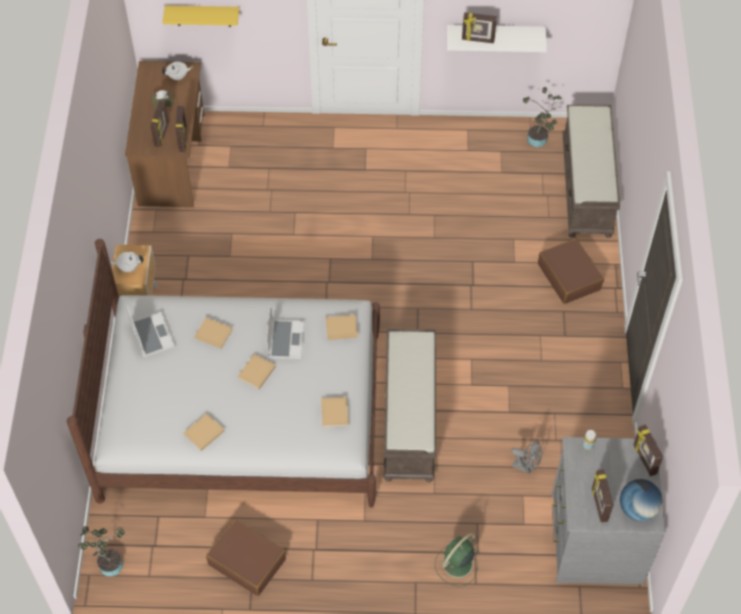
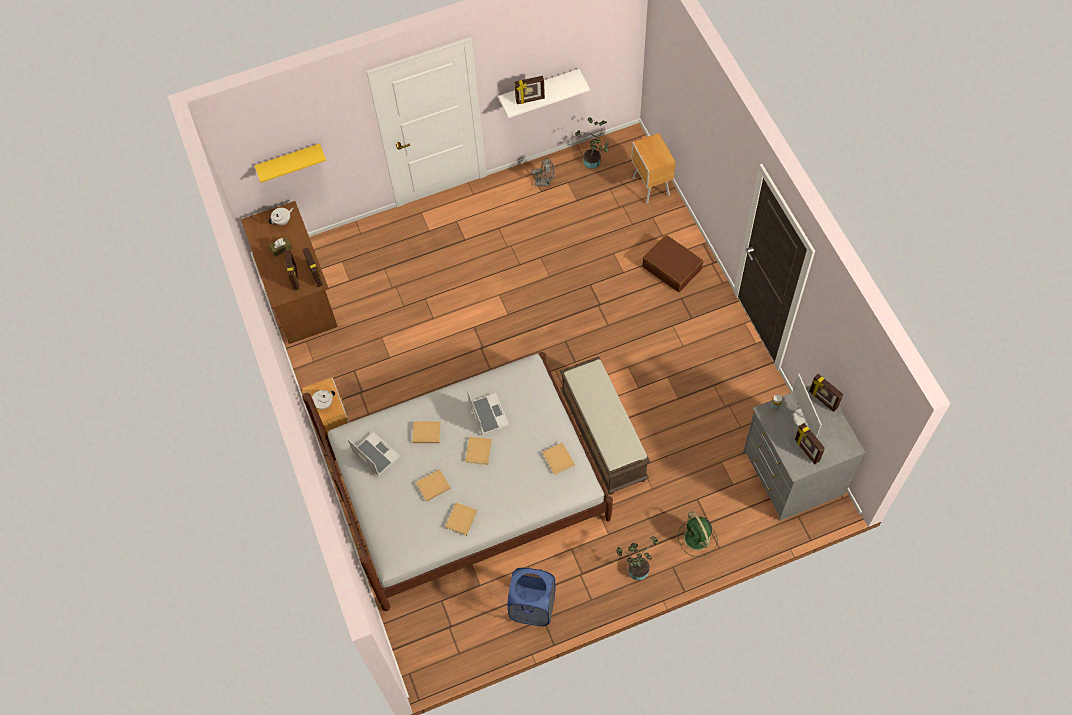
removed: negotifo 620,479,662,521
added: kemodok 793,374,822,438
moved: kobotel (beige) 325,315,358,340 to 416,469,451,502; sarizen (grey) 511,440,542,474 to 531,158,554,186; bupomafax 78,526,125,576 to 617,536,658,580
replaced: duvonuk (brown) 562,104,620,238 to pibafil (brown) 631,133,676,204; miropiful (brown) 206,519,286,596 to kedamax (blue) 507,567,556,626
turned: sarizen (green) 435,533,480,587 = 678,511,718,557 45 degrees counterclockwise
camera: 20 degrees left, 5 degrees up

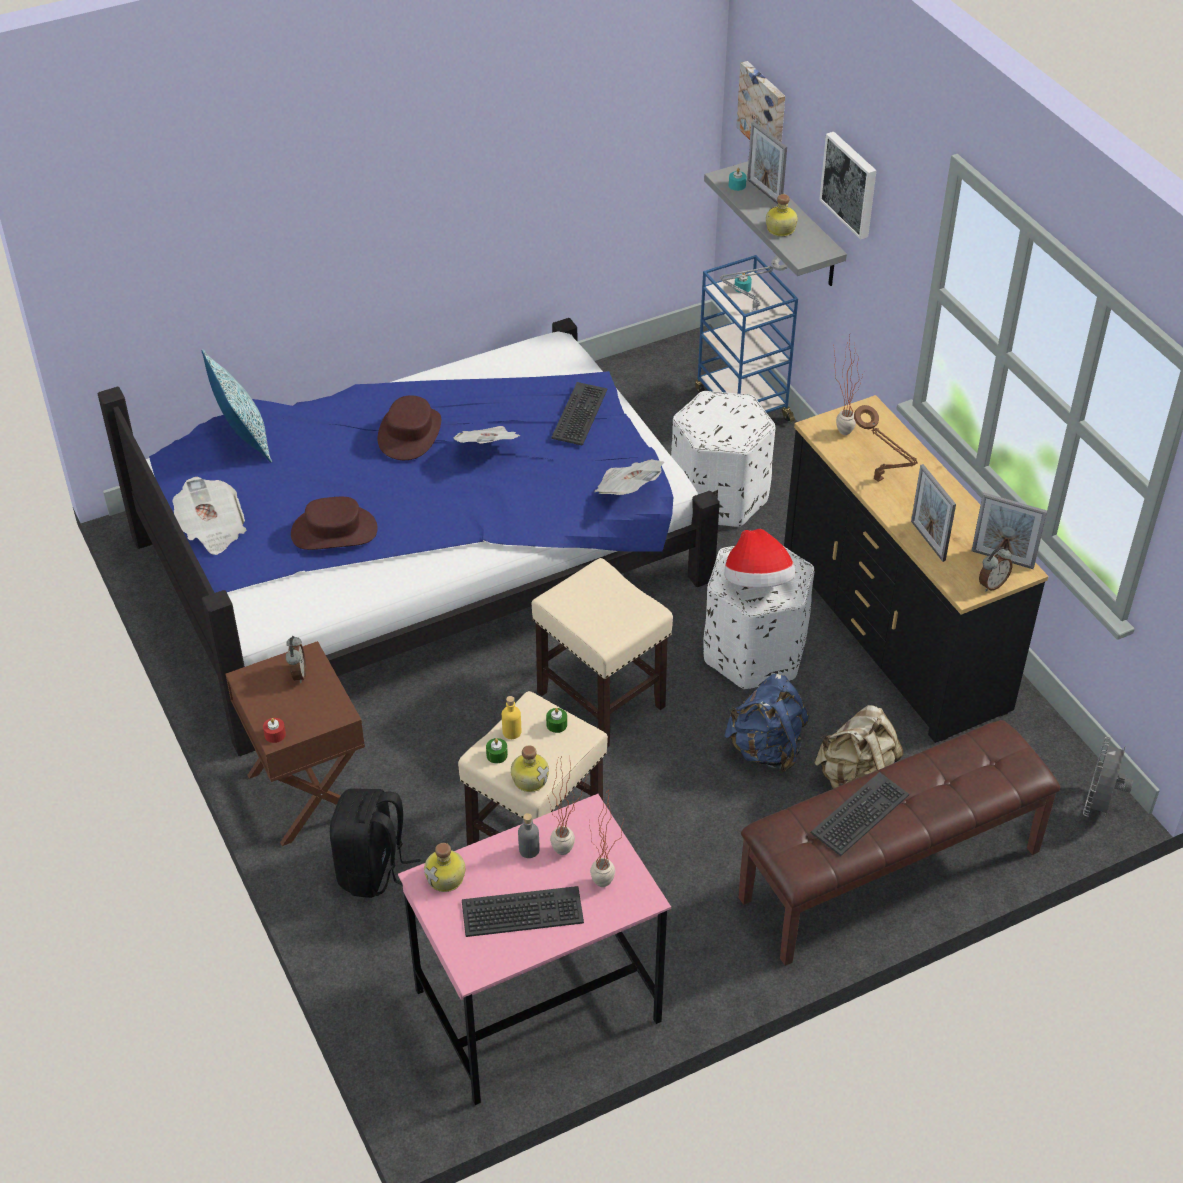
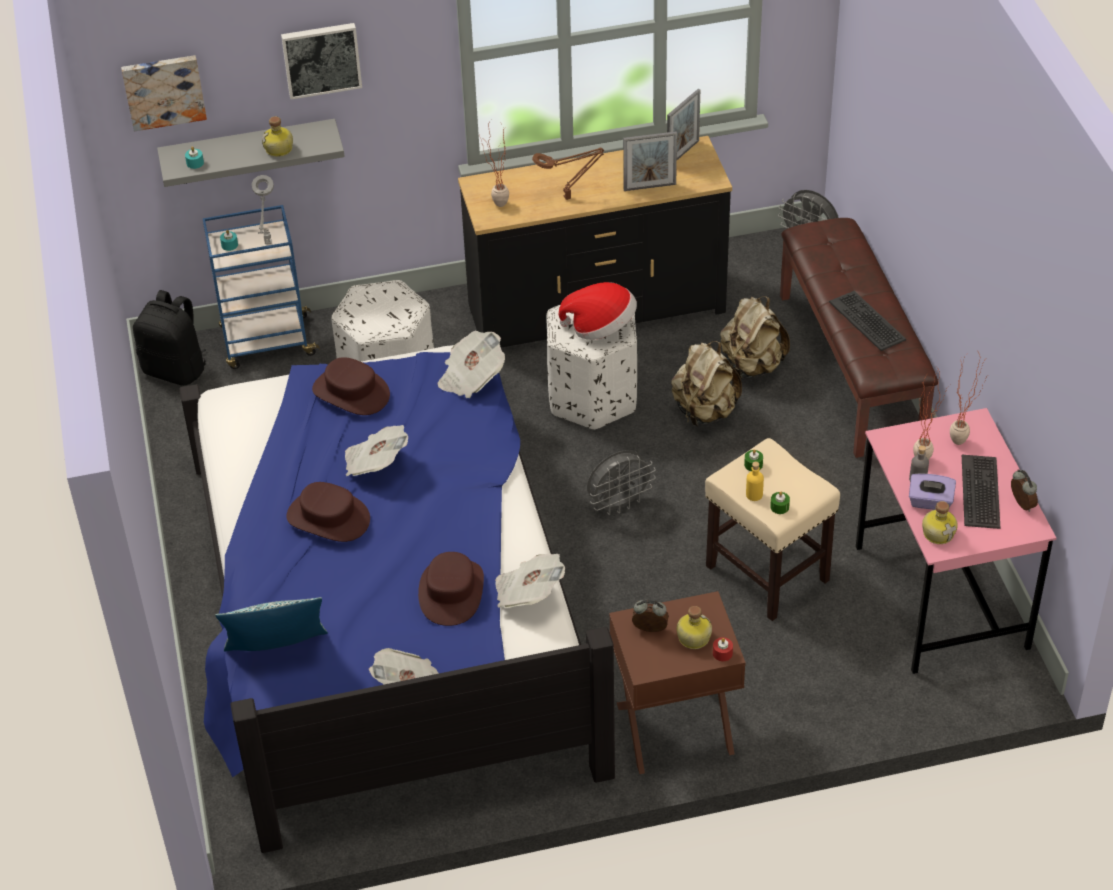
removed: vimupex 747,121,787,204
added: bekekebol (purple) 909,473,956,510; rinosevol 495,554,565,608
moved: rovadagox 979,547,1012,591 to 1011,469,1038,512; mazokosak 511,745,549,792 to 677,606,712,649; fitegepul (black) 330,788,420,898 to 133,290,206,386
replaced: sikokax 551,382,607,446 to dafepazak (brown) 312,357,390,415; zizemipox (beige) 532,558,673,747 to sarizen (grey) 587,450,656,515
recoloured: fitegepul (blue) 725,674,810,772 to fitegepul (beige) 671,341,742,426
camera: 75 degrees left, 0 degrees up

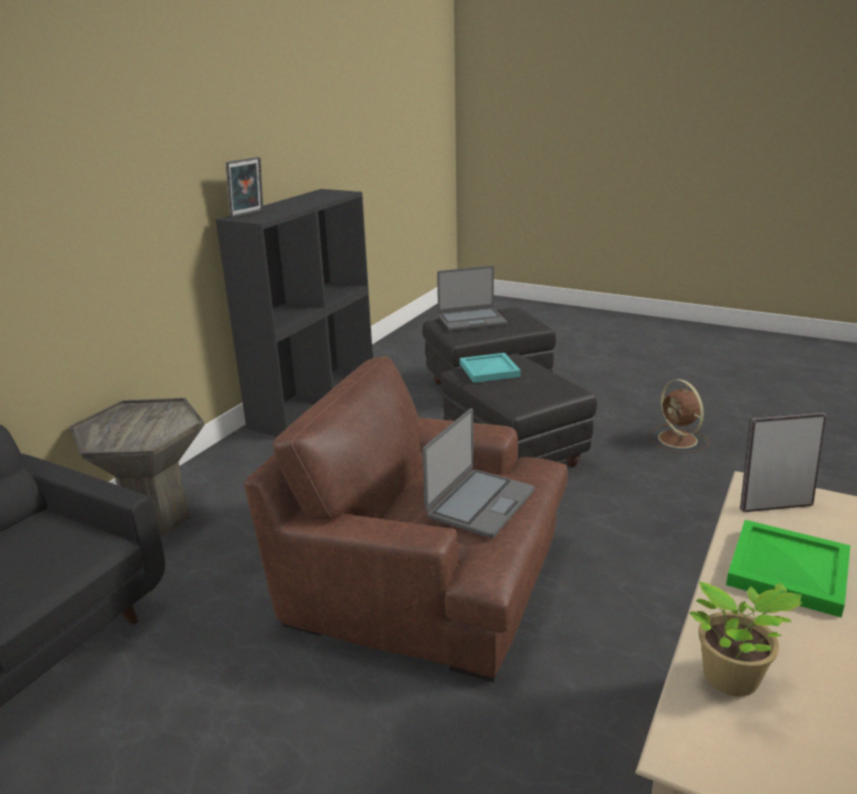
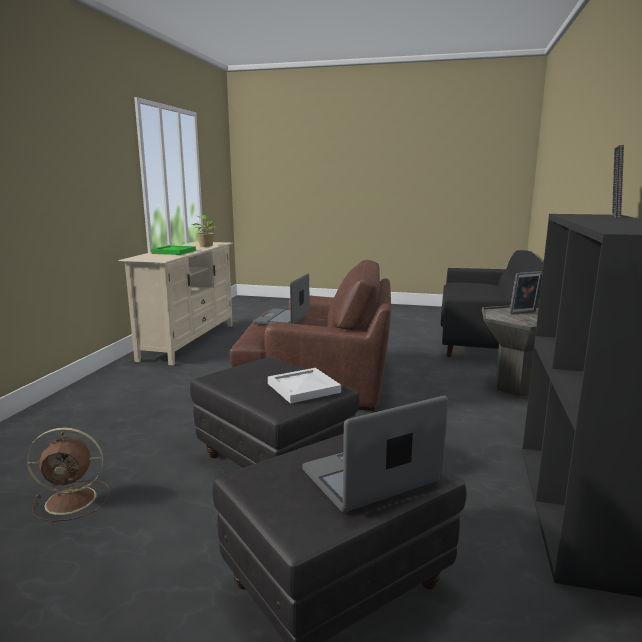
moved: vimupex 740,412,826,512 to 509,271,542,314
recoloured: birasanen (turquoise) 460,353,521,383 to birasanen (white) 268,368,341,404
turned: sarizen (brown) 649,379,710,453 = 26,427,110,521 120 degrees clockwise
camera: 165 degrees right, 10 degrees down

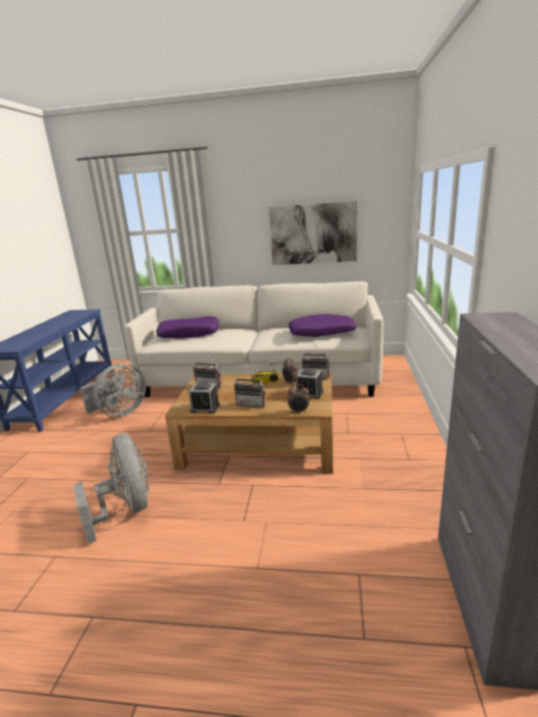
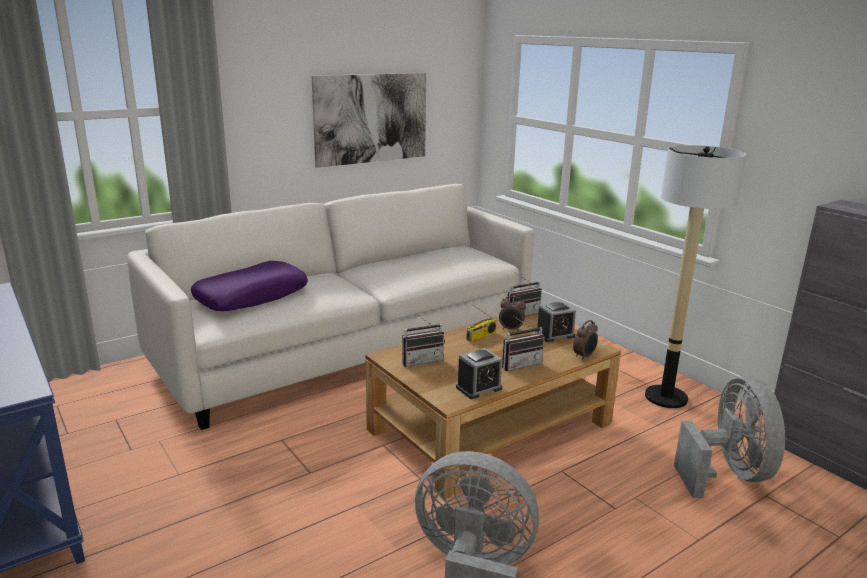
removed: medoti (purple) 289,314,356,337
added: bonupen 645,145,746,408
moved: sarizen (grey) 80,363,146,417 to 674,376,785,498
camera: 45 degrees left, 0 degrees up

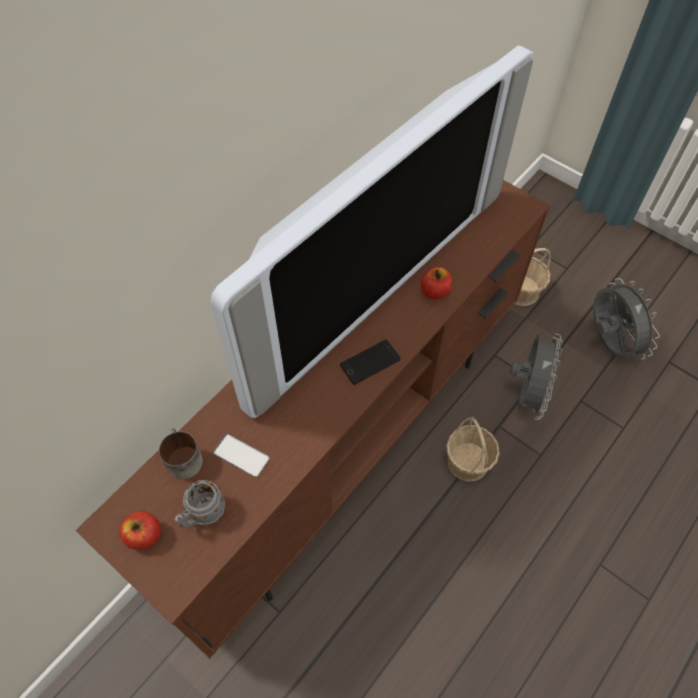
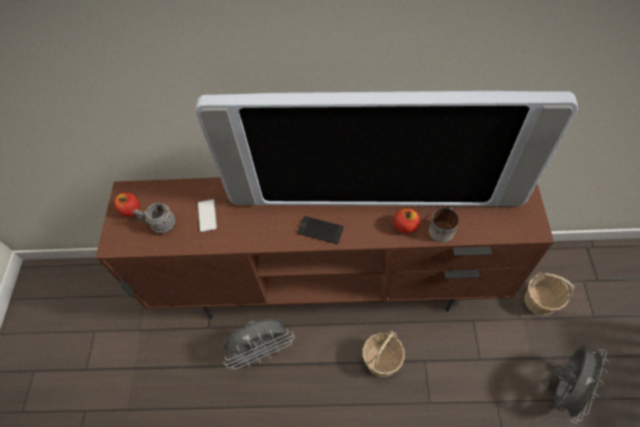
moved: sarizen (grey) 510,333,563,420 to 223,319,294,370; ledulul 159,428,203,479 to 429,207,459,243
camera: 55 degrees right, 0 degrees up

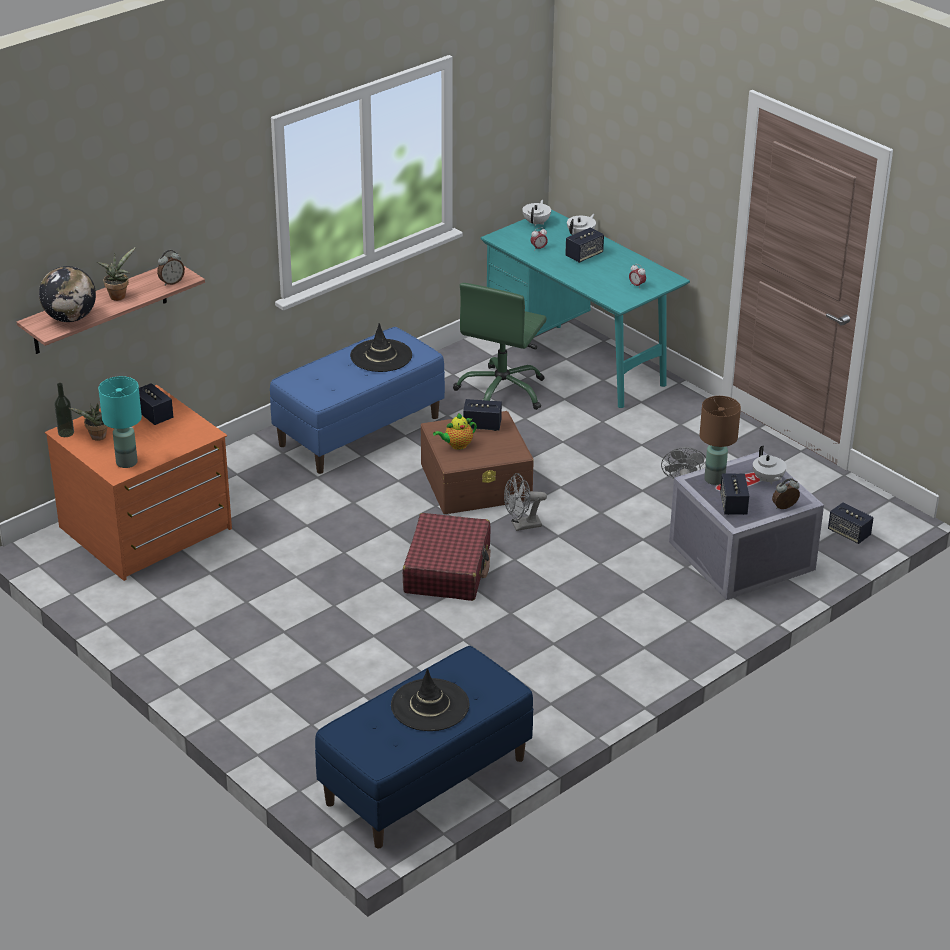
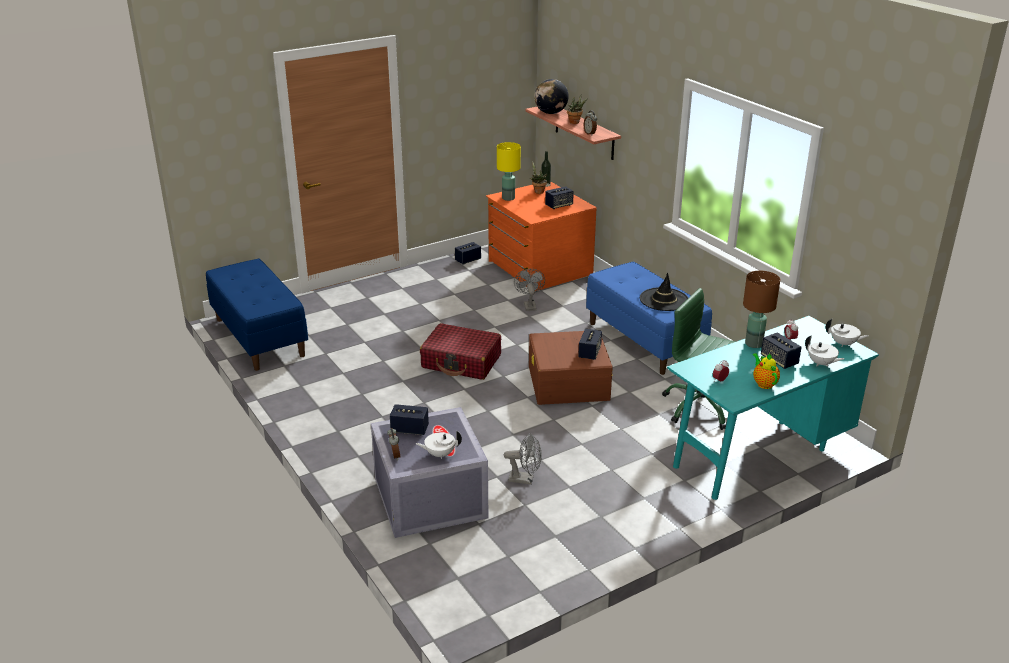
removed: dafepazak (black) 391,668,469,731
moved: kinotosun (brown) 700,396,741,485 to 743,271,780,348; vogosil 433,413,477,450 to 753,353,780,389; sarizen (grey) 504,473,547,531 to 514,269,545,311; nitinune 828,502,874,544 to 455,242,481,265
recoloured: kinotosun (turquoise) 99,376,142,468 to kinotosun (yellow) 497,142,521,201
camera: 100 degrees right, 5 degrees down

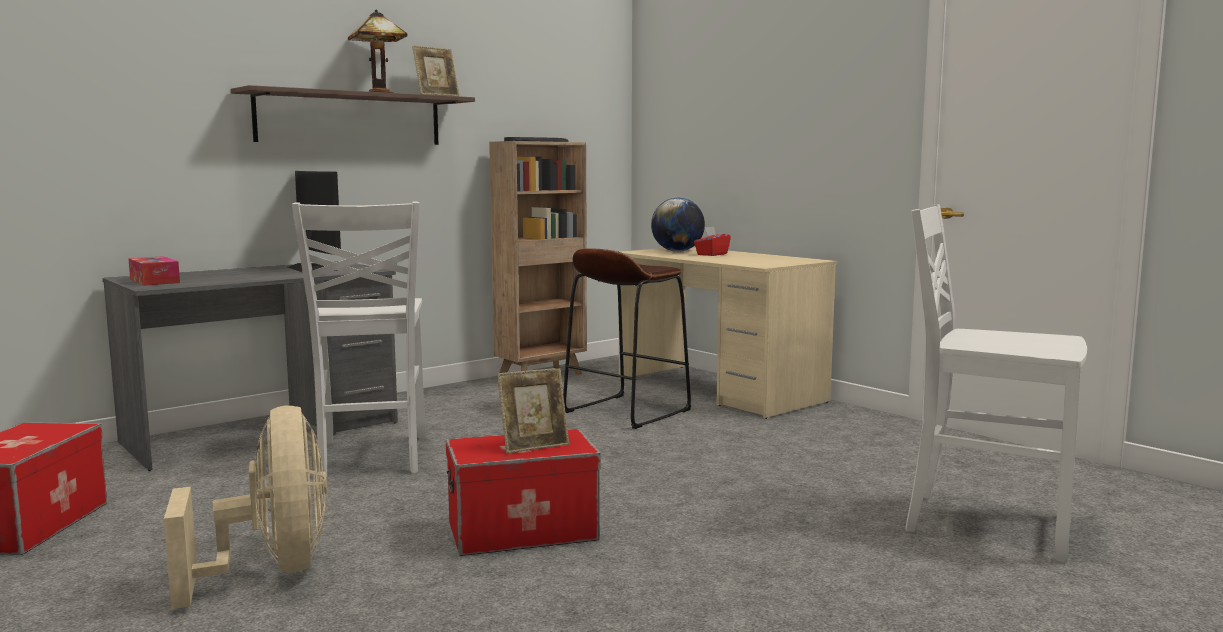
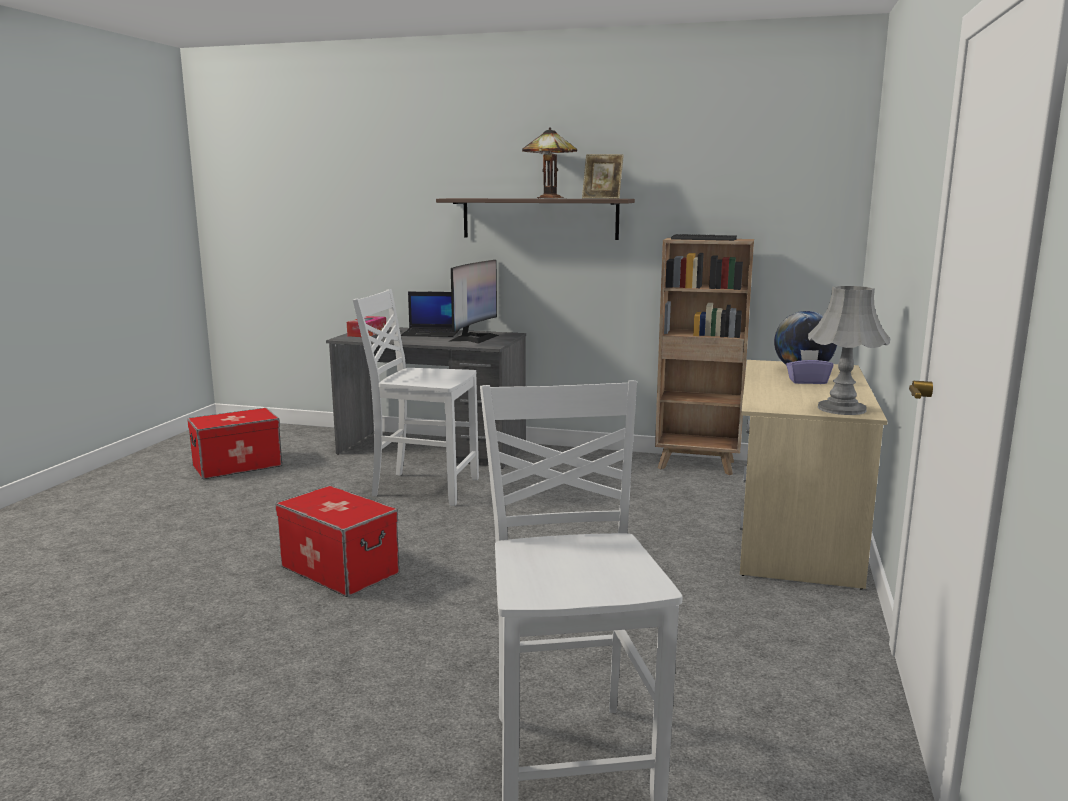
removed: zizemipox (brown) 563,248,691,429; vimupex 497,368,569,454; sarizen (beige) 164,406,327,609
added: kinotosun (grey) 808,286,890,415; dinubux 401,292,460,337
recoloured: bekekebol (red) 694,227,731,256 to bekekebol (purple) 786,350,833,384
turned: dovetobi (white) 292,202,426,478 = 353,289,479,506 60 degrees clockwise
camera: 55 degrees right, 5 degrees up

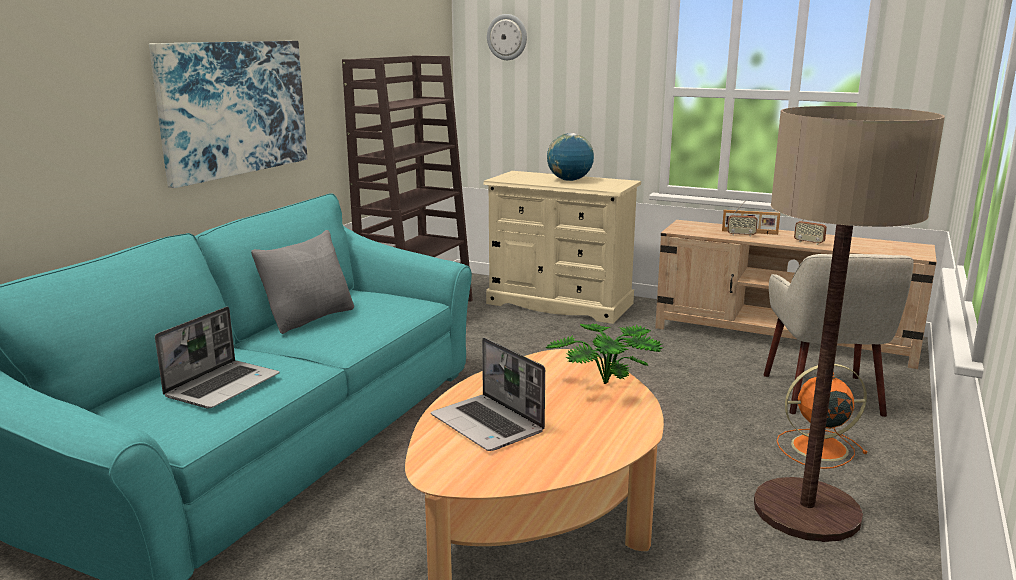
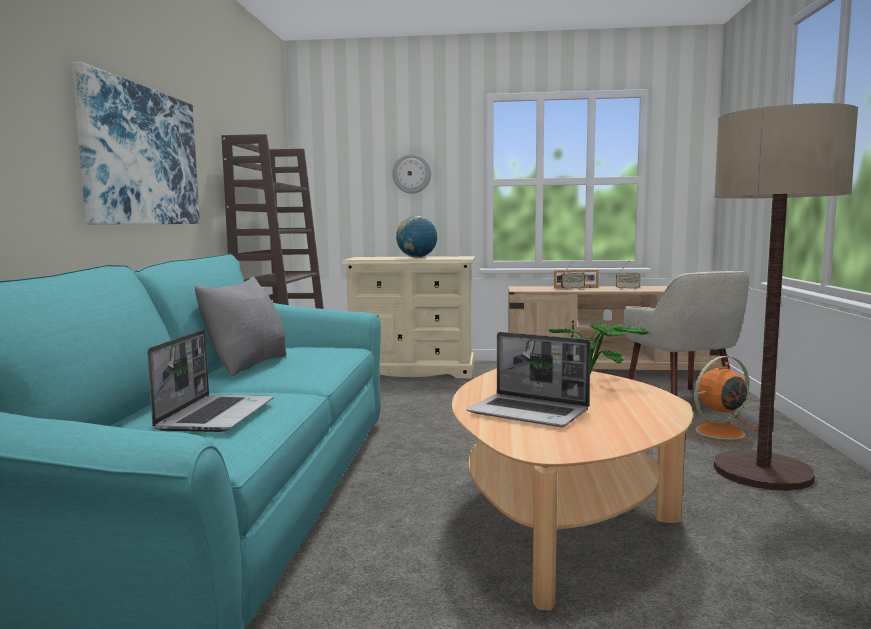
moved: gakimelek 487,14,527,60 to 392,154,431,194
camera: 20 degrees left, 10 degrees down

